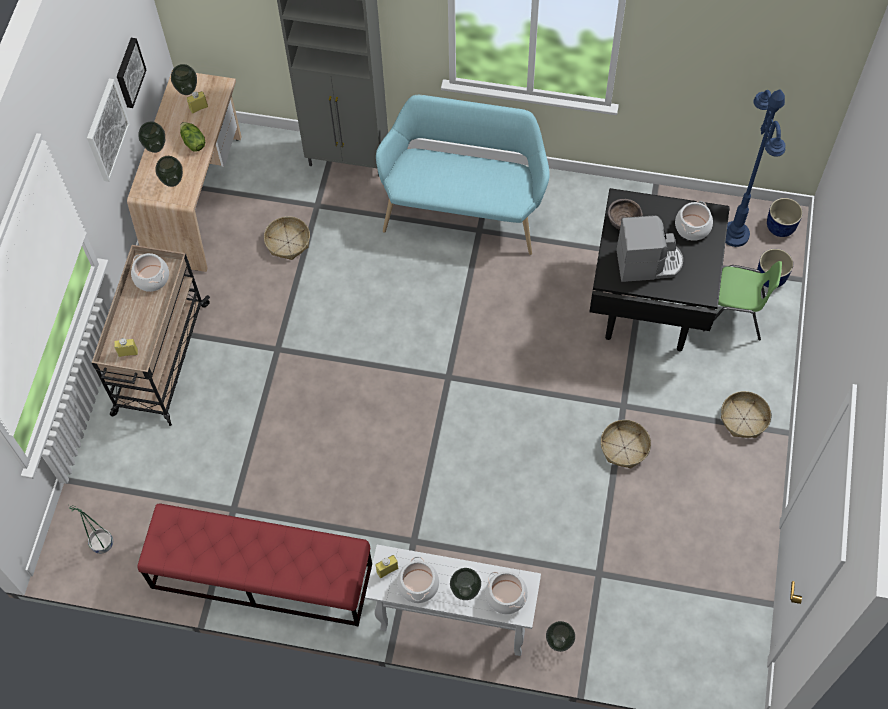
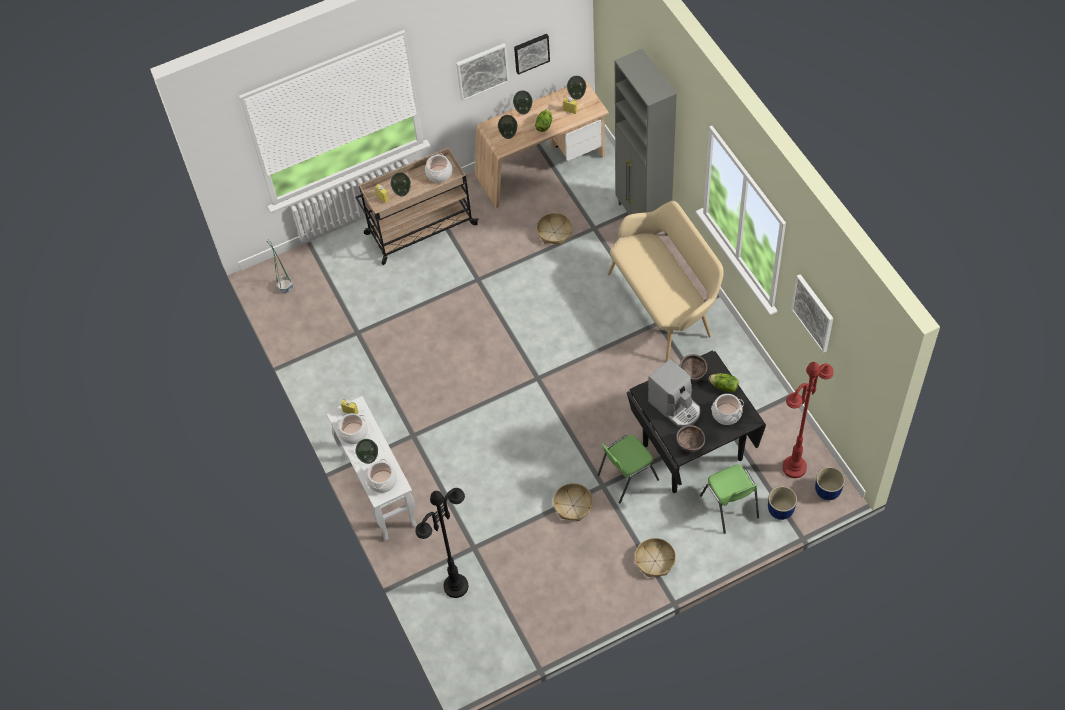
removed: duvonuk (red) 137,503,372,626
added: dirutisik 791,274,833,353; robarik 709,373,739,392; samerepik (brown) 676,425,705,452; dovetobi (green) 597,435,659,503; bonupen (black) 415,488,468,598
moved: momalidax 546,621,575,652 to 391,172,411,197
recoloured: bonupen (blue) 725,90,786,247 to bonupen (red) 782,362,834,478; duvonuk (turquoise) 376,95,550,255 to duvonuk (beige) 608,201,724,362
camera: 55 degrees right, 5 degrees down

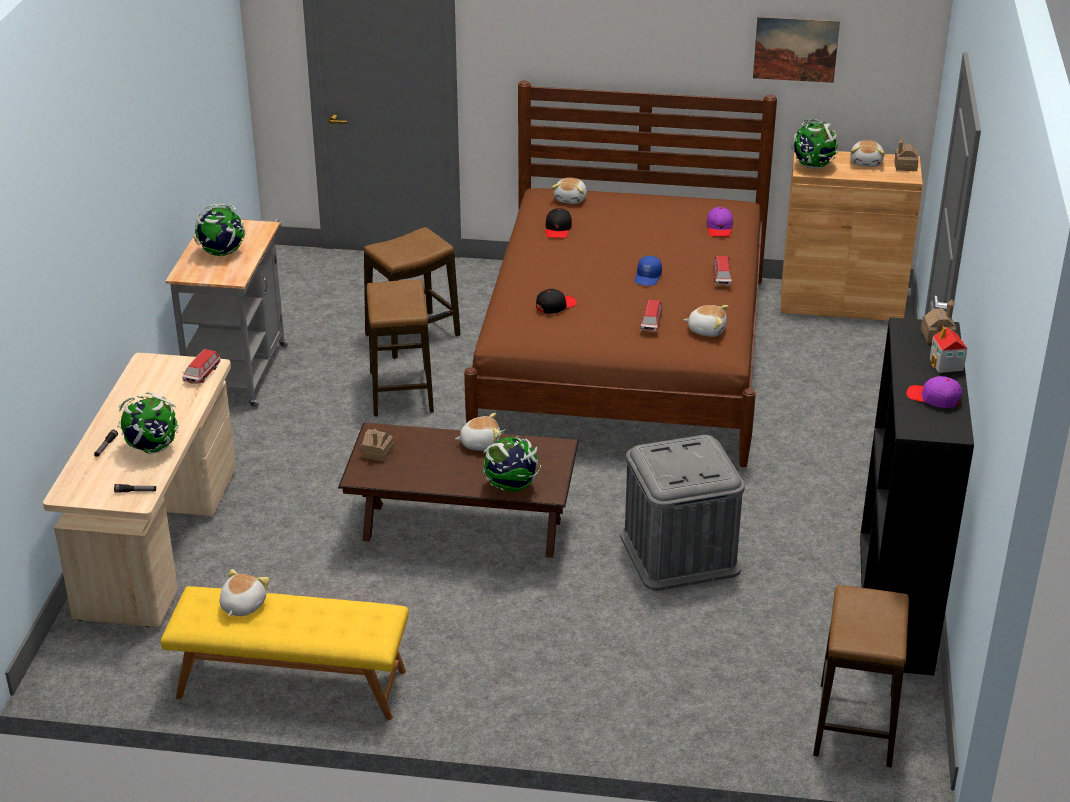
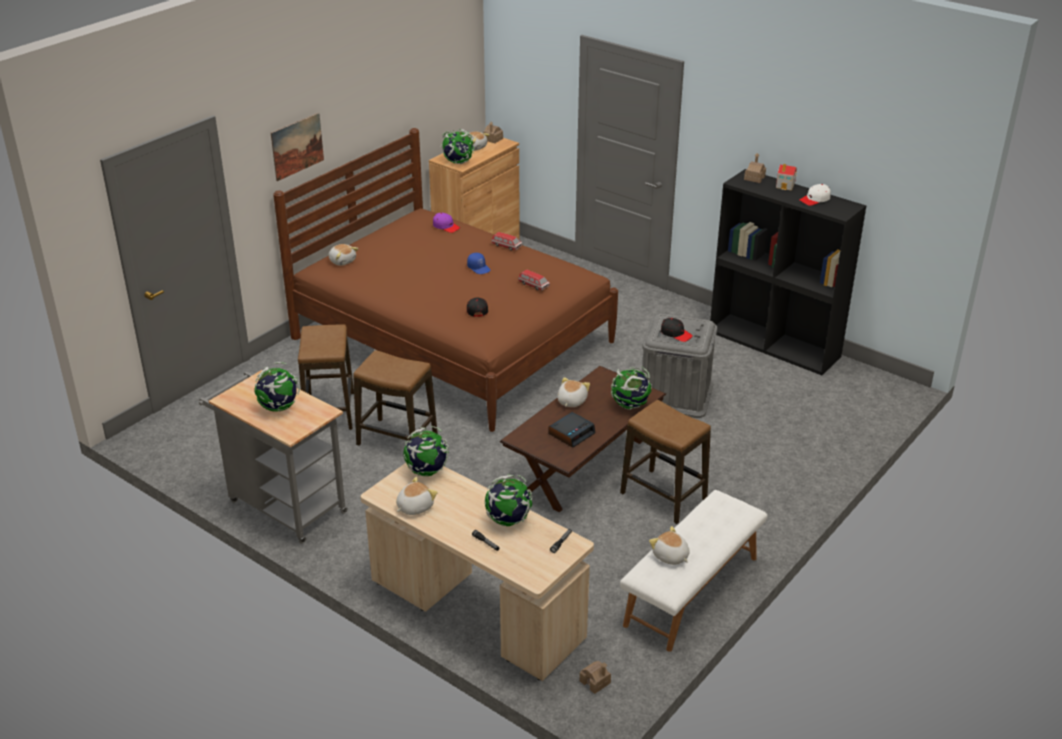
added: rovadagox 548,412,596,448
moved: dirutisik 753,16,840,83 to 271,113,324,181; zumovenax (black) 546,208,572,238 to 661,318,693,342; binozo 683,305,729,337 to 396,477,438,515; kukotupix 360,428,394,462 to 580,661,611,694; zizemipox 813,585,909,767 to 620,400,711,524
replaced: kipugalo 182,349,221,384 to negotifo 403,426,449,476
recoloured: zumovenax (purple) 906,376,962,408 to zumovenax (white) 800,184,831,206; duvonuk (yellow) 160,586,409,720 to duvonuk (white) 620,490,767,652
camera: 60 degrees left, 0 degrees up

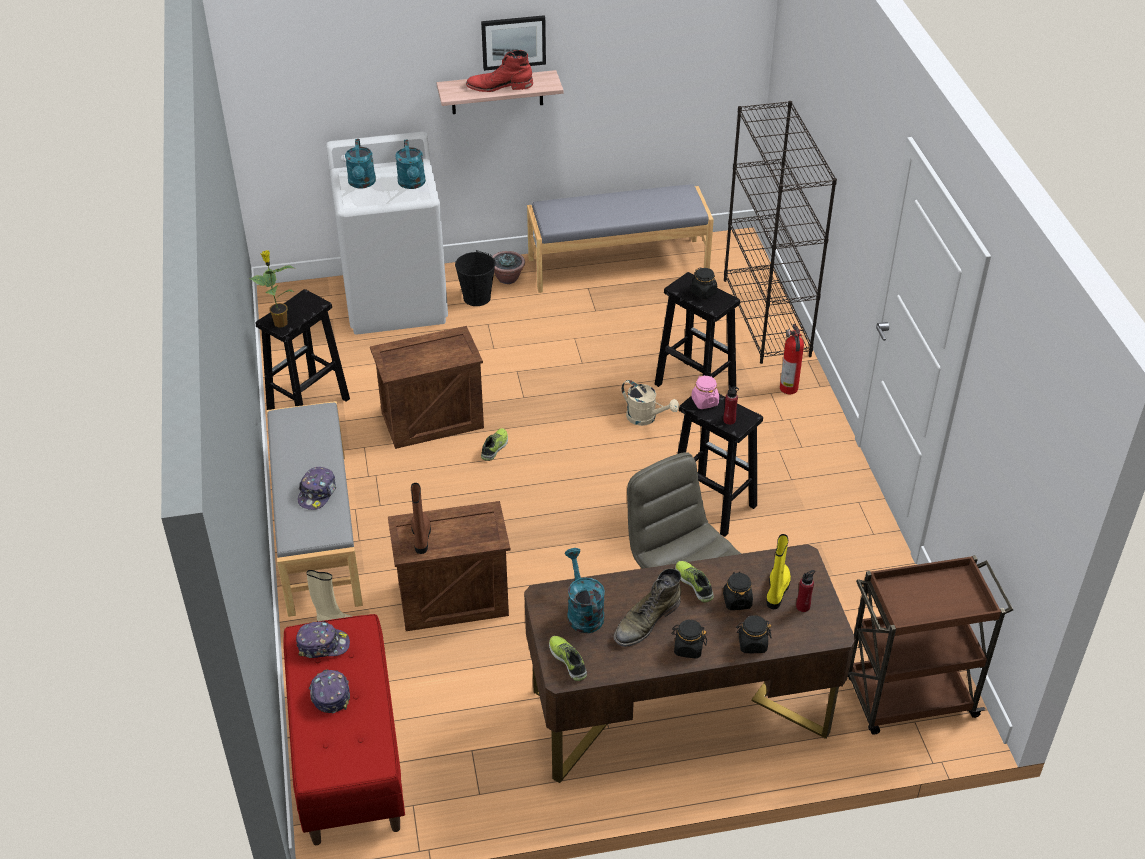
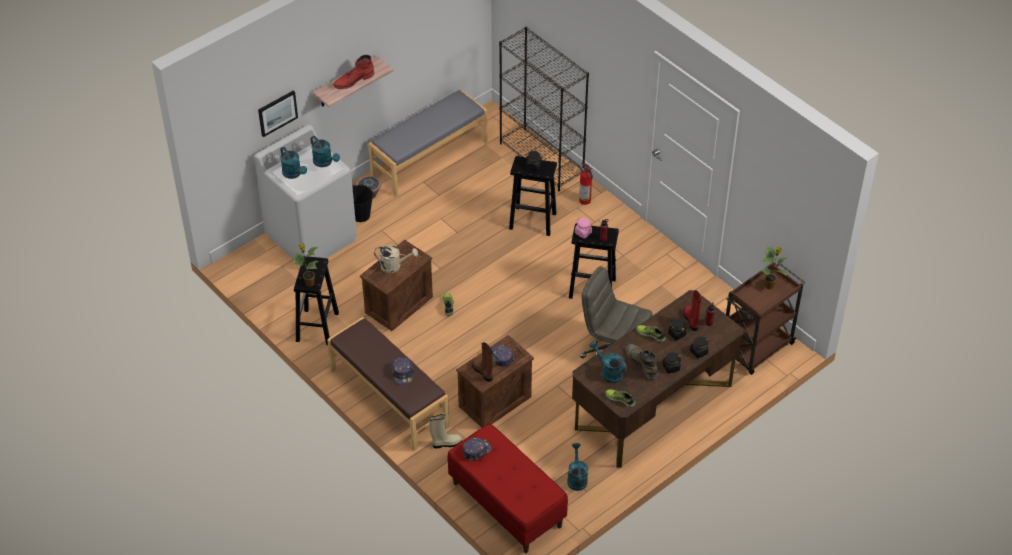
added: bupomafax 761,246,787,290; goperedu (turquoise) 567,443,588,491
moved: dirutisik 481,15,546,71 to 258,91,298,137; goperedu (beige) 621,380,679,426 to 374,245,418,273; zumovenax 309,670,350,713 to 491,344,514,367
recoloured: duvonuk (grey) 267,401,363,617 to duvonuk (brown) 327,317,449,451; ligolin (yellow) 767,534,791,609 to ligolin (red) 683,290,701,331
turned: ligolin (green) 613,568,681,647 = 626,344,659,380 135 degrees clockwise
camera: 30 degrees left, 5 degrees up

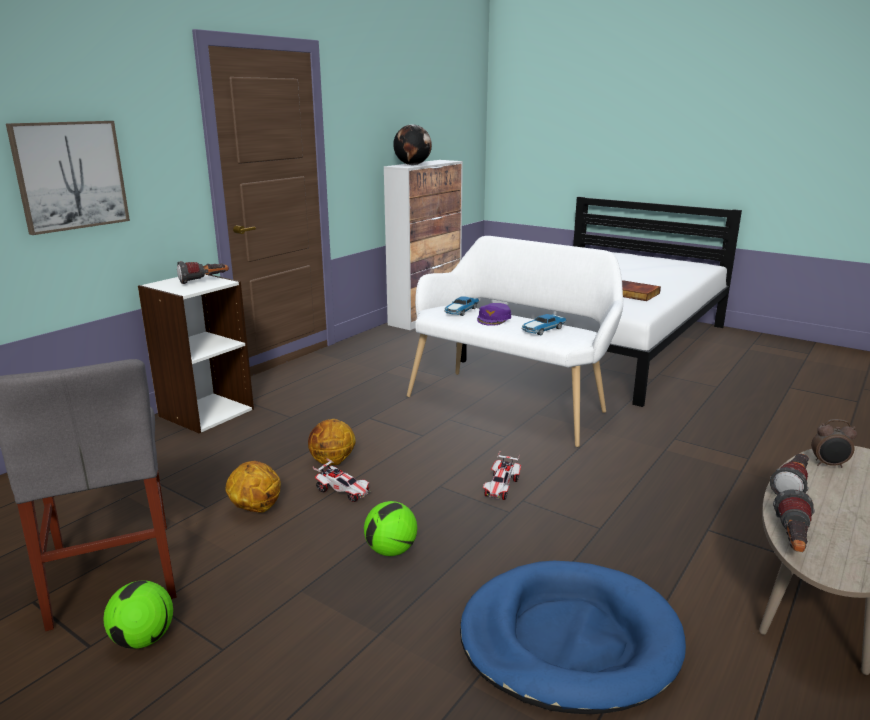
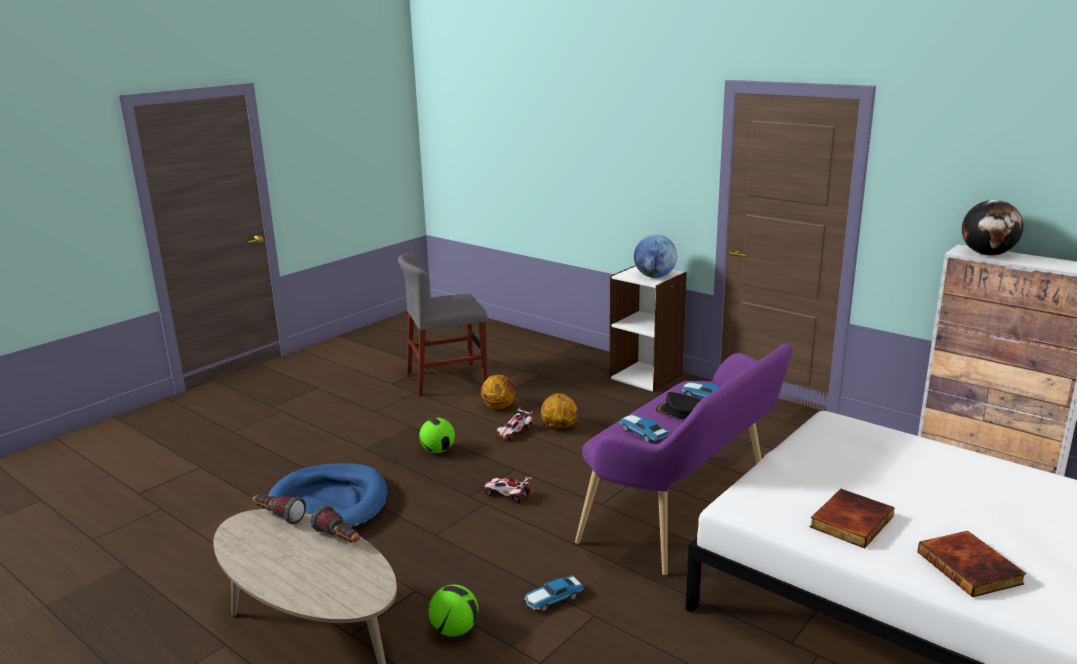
removed: dirutisik 6,121,130,235; rovadagox 811,419,857,468
added: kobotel 918,531,1026,597; kipugalo 524,575,584,612
moved: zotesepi 103,580,173,649 to 428,585,478,637
replaced: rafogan 177,261,229,284 to negotifo 634,235,677,278
recoloured: duvonuk (white) 407,236,623,447 to duvonuk (purple) 575,343,793,575; zumovenax (purple) 477,303,511,326 to zumovenax (black) 656,392,700,419
camera: 95 degrees right, 0 degrees up

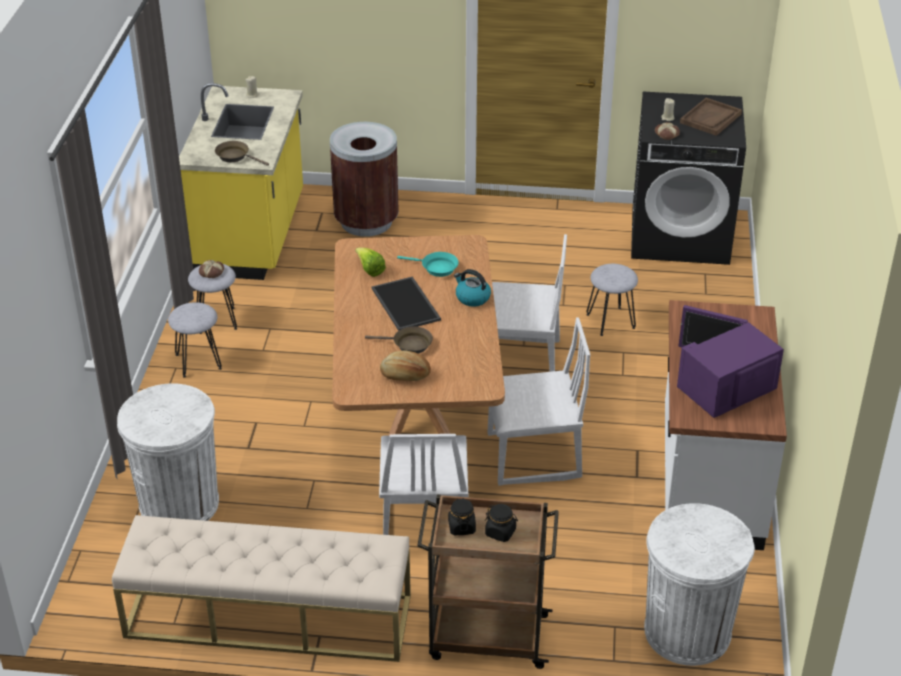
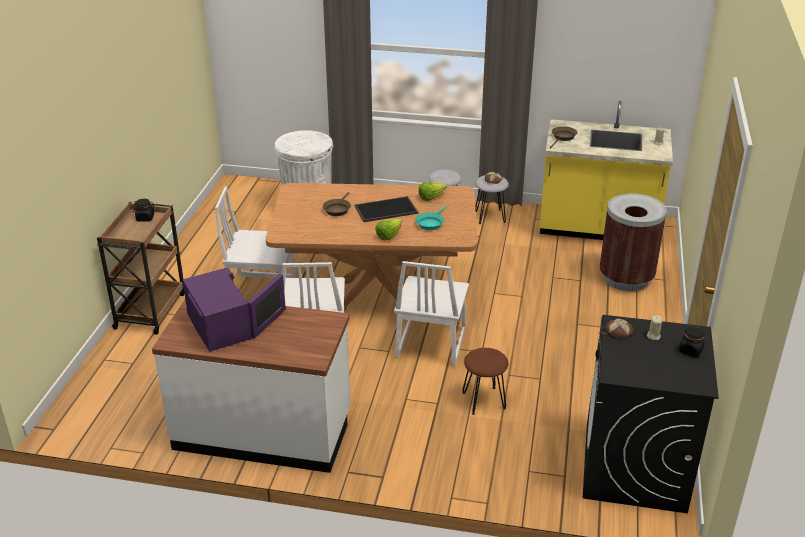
removed: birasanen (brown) 680,98,742,136; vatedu 380,350,431,381; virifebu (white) 644,503,755,666; duvonuk (beige) 112,515,411,662
moved: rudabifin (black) 485,504,518,542 to 679,325,705,357
replaced: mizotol 454,269,491,307 to robarik 375,219,402,240
recoloured: zizemipox (grey) 586,264,638,336 to zizemipox (brown) 462,348,508,415
camera: 95 degrees right, 5 degrees down

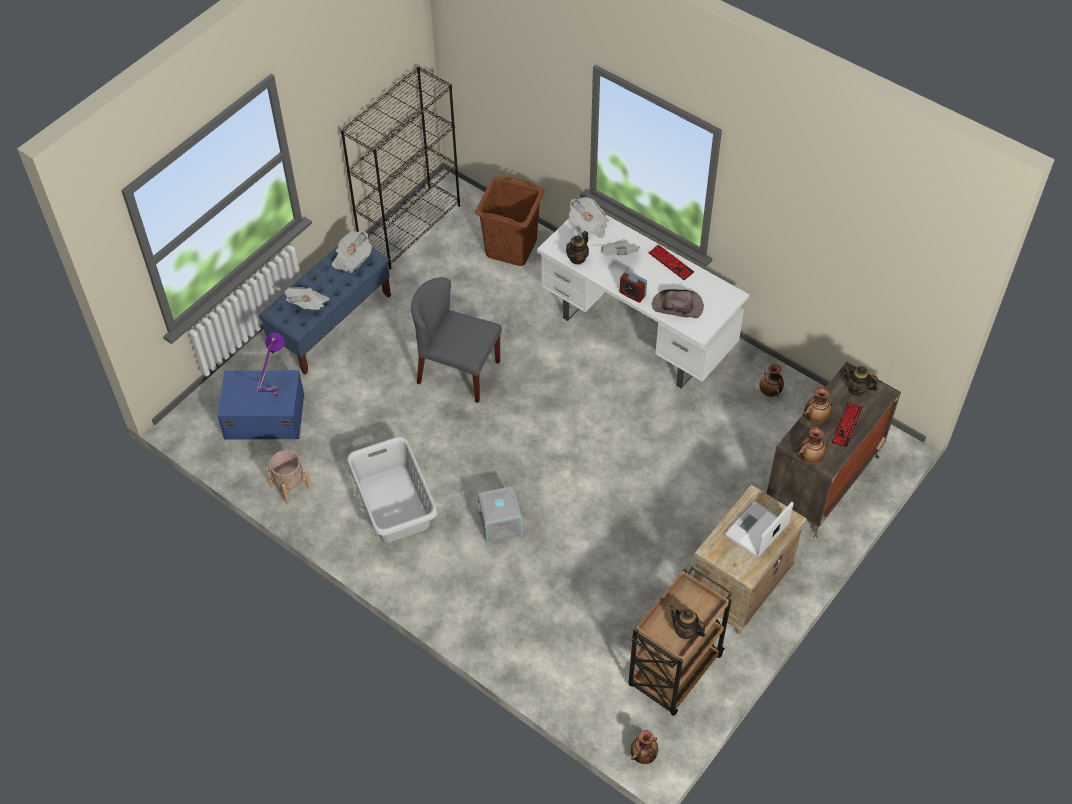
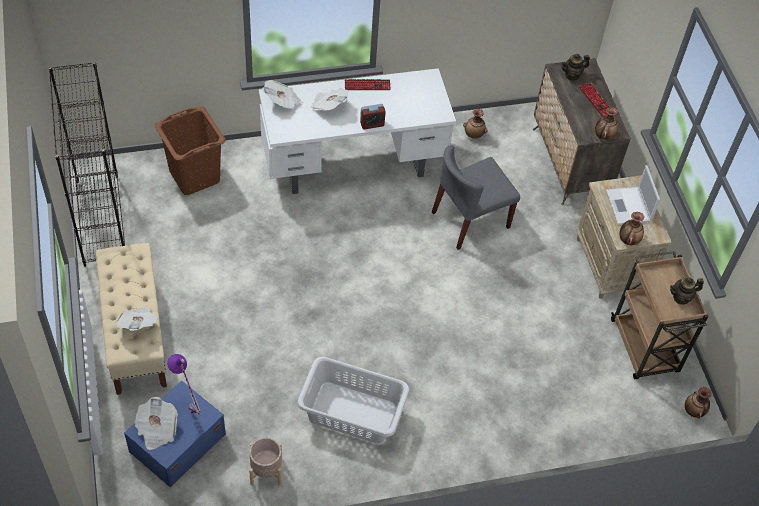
removed: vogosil 566,231,589,265; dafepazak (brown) 652,289,704,318; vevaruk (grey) 477,486,523,543
moved: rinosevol 332,231,372,273 to 134,397,178,450; dovetobi (grey) 411,277,502,403 to 432,145,520,250; momalidax 804,387,833,424 to 619,212,644,245
recoloured: duvonuk (blue) 259,247,391,375 to duvonuk (beige) 96,243,167,395
camera: 55 degrees left, 0 degrees up

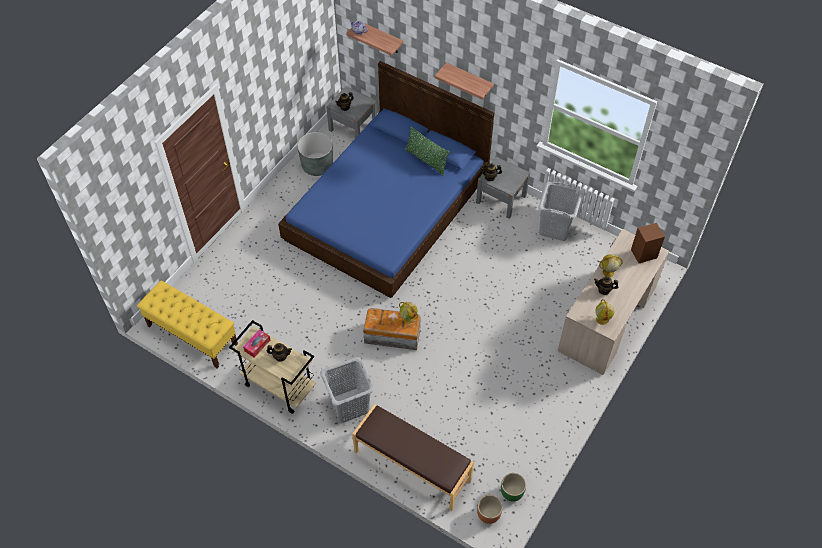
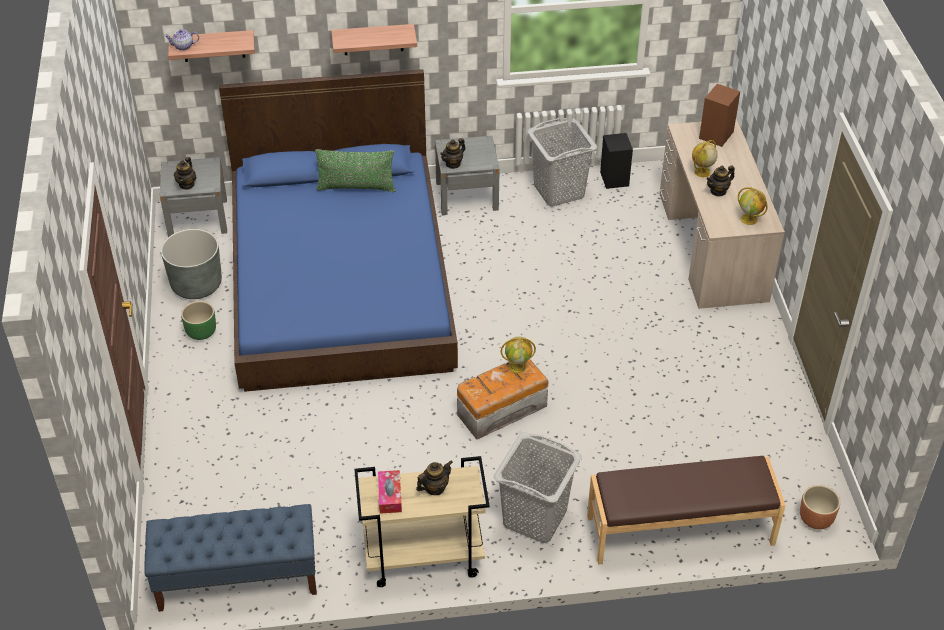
added: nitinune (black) 600,133,633,189
moved: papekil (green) 501,473,526,502 to 181,301,216,340
recoloured: duvonuk (yellow) 137,280,238,368 to duvonuk (blue) 144,504,317,612
camera: 40 degrees left, 10 degrees down

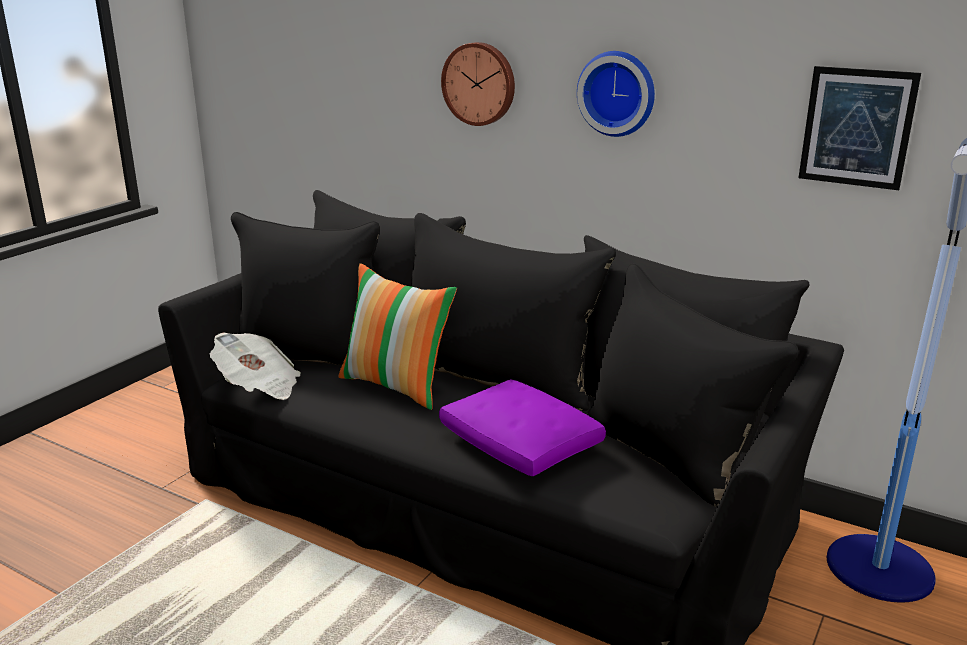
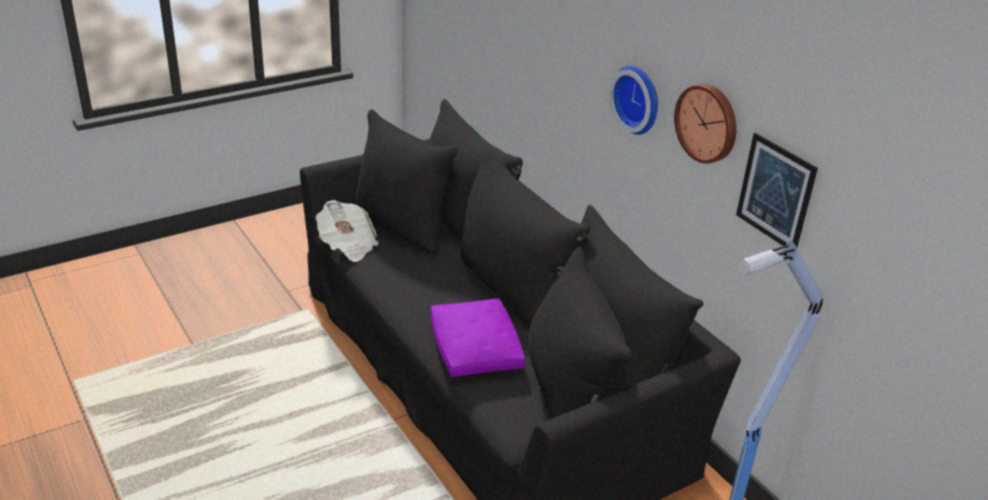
removed: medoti 338,263,457,410
moved: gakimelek 441,42,515,126 to 674,84,736,164
camera: 25 degrees right, 10 degrees up

